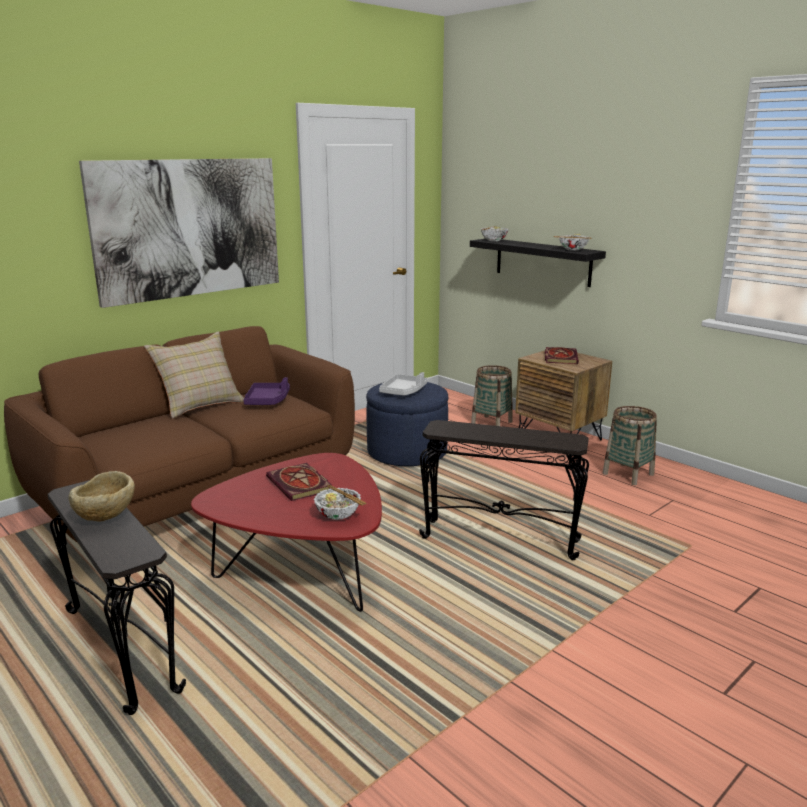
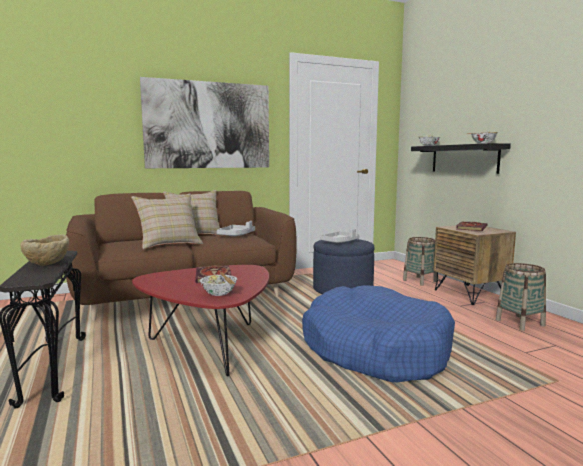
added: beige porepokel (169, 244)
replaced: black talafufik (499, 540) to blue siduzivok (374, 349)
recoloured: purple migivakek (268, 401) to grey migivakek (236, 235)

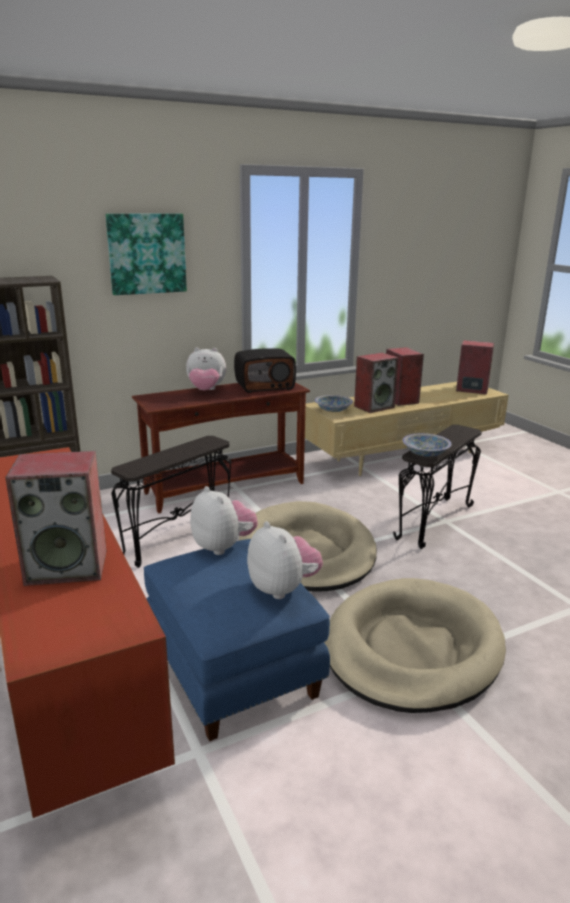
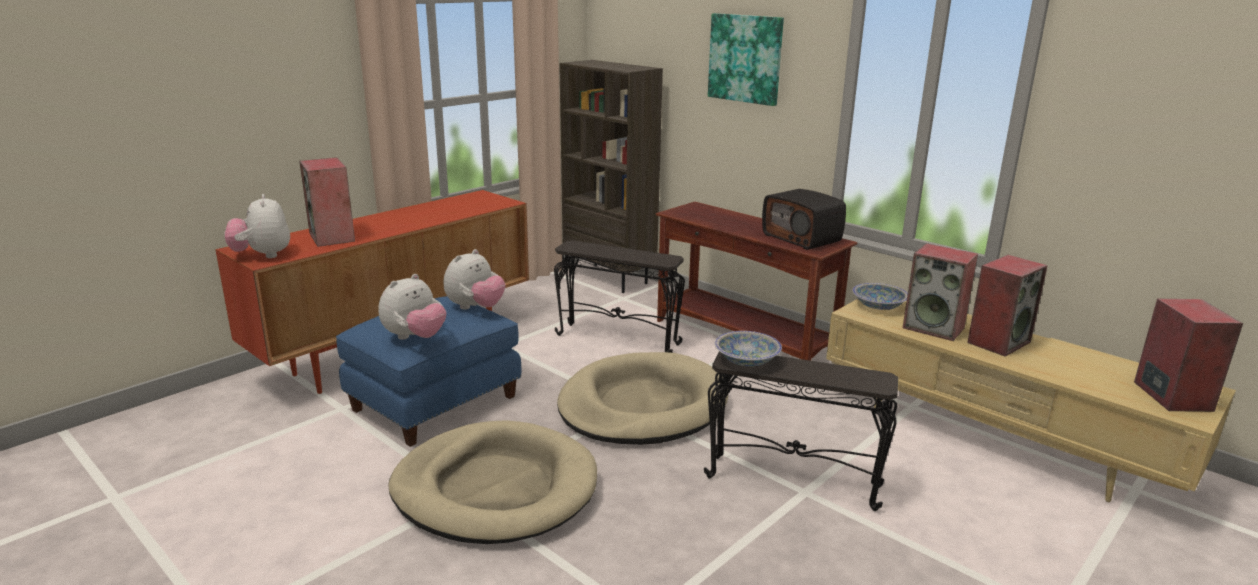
moved: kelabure (206, 390) to (262, 255)

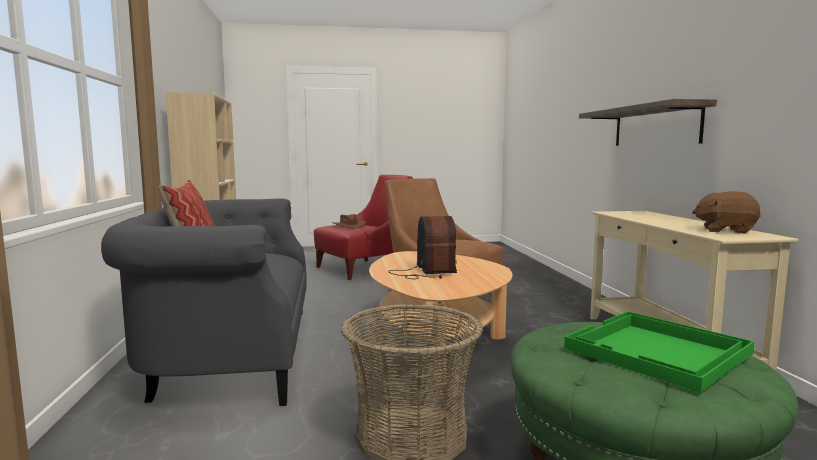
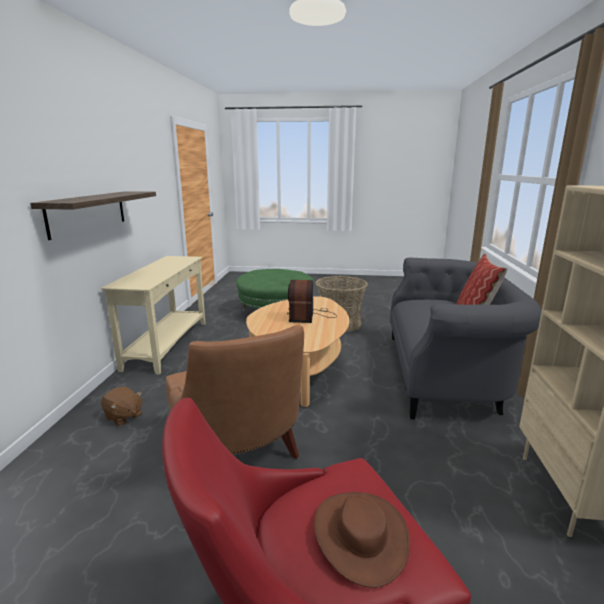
removed: green migivakek (658, 352)
moved: brown kelabure (725, 230) to (123, 417)

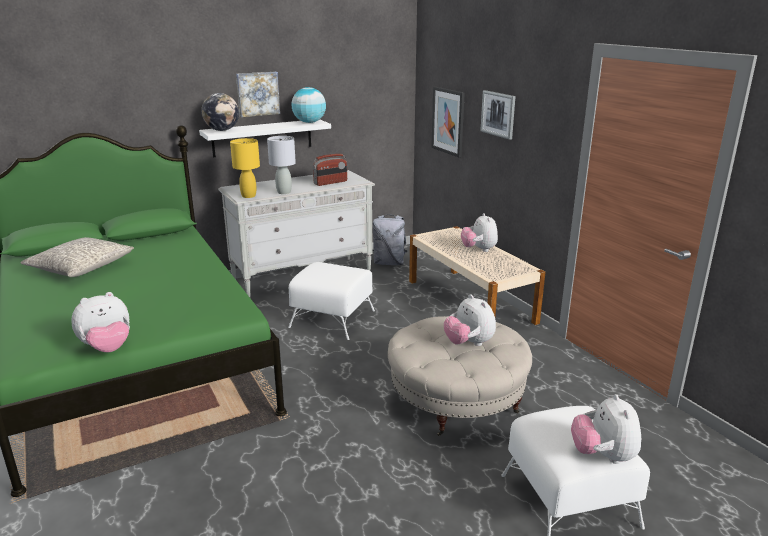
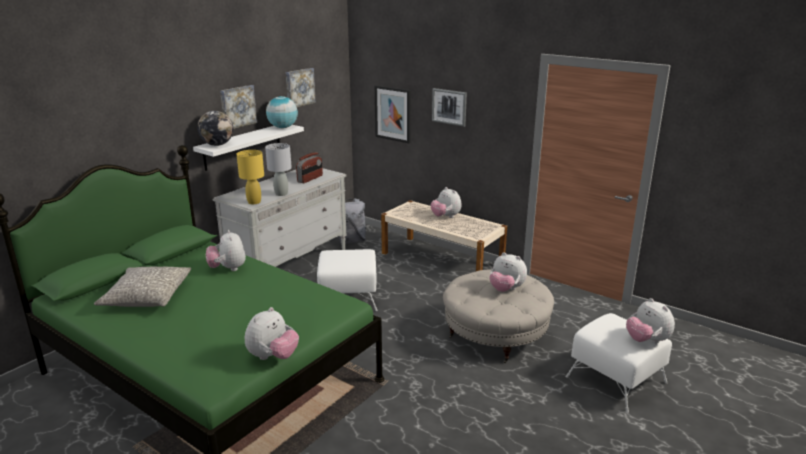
added: kelabure (228, 269); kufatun (299, 87)

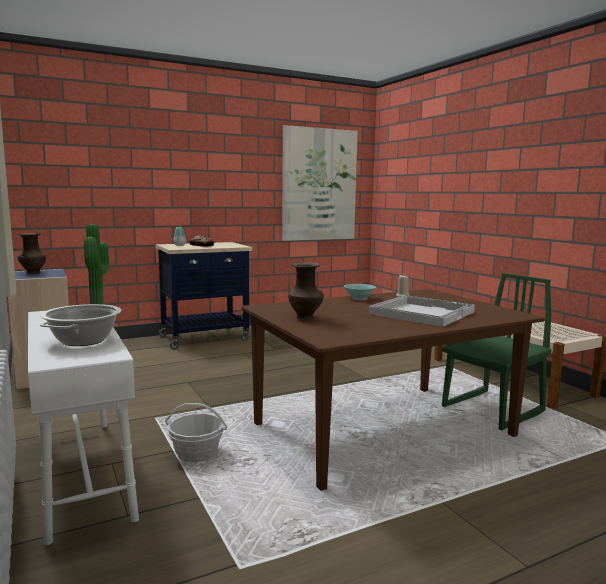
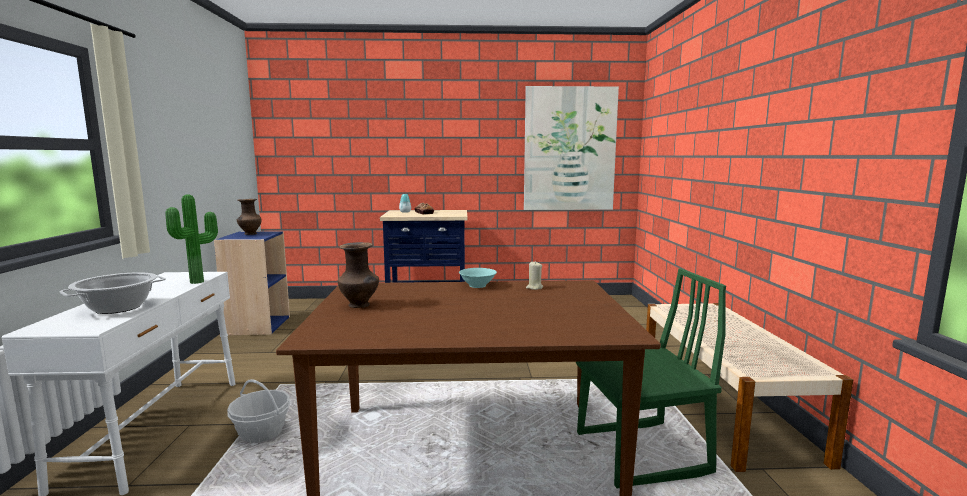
removed: white migivakek (421, 312)

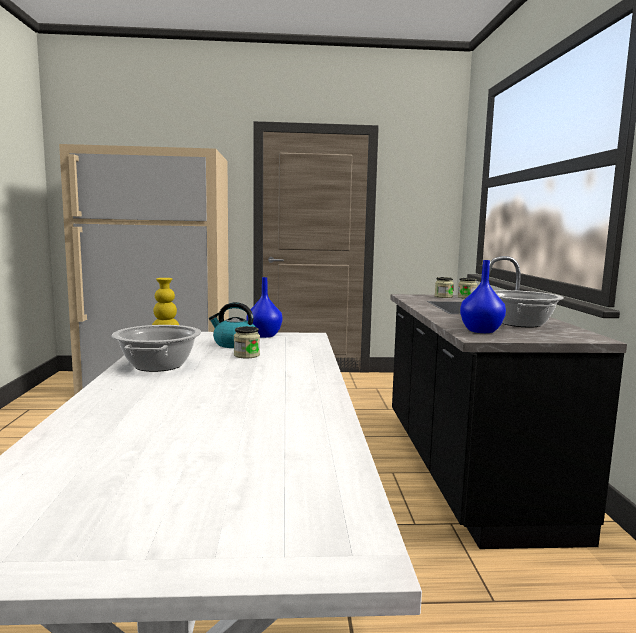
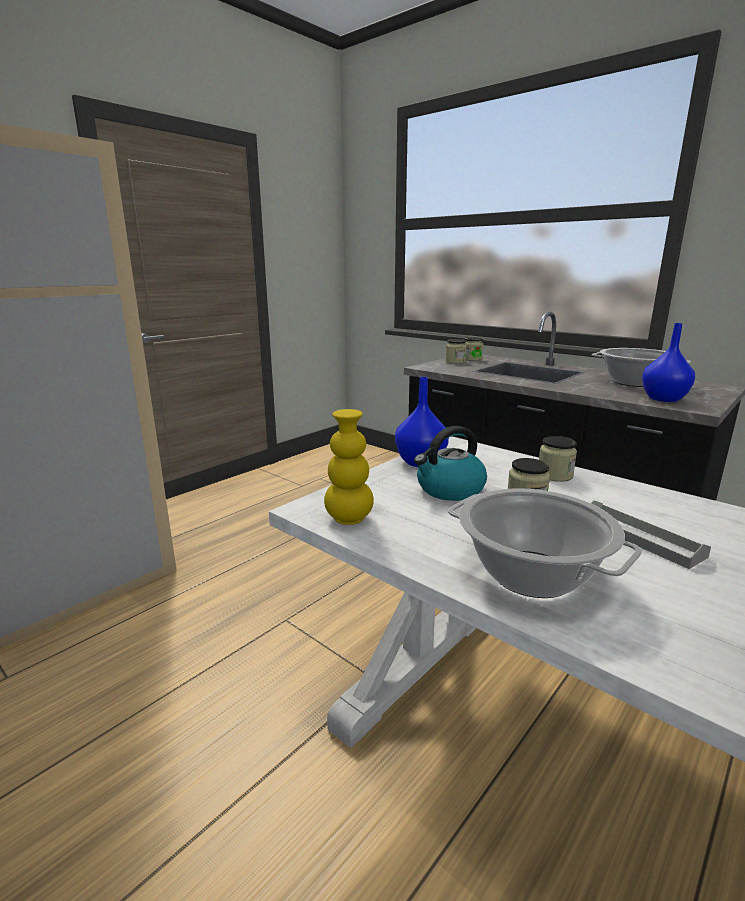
added: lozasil (555, 475); grey migivakek (640, 538)

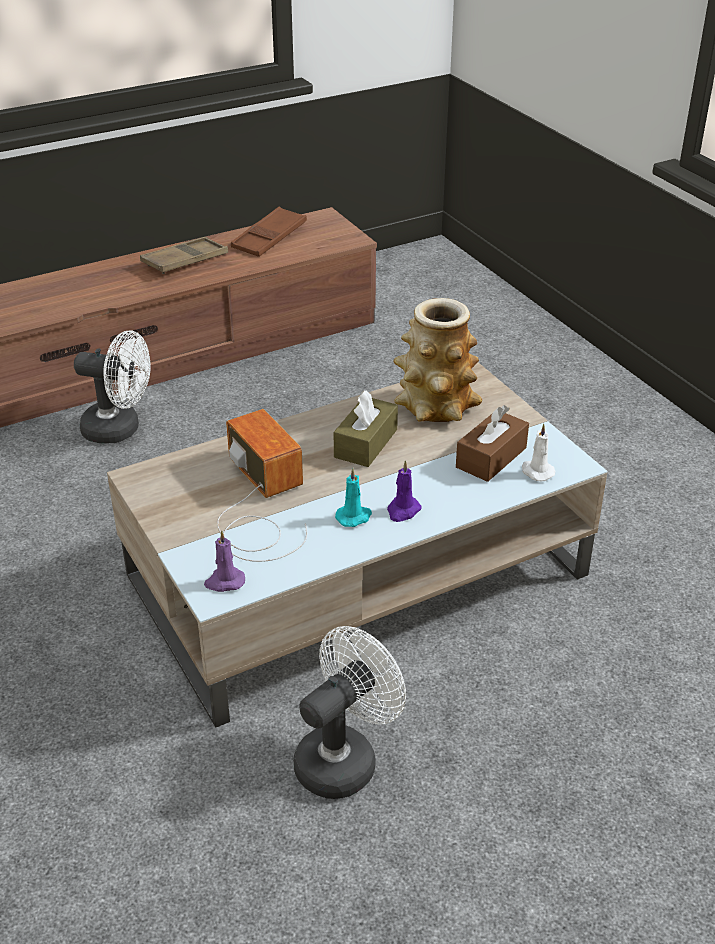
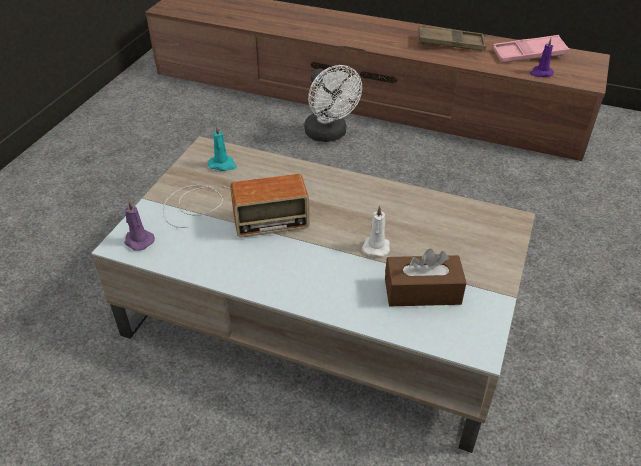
removed: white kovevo (344, 758); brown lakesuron (366, 443); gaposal (435, 406)
moved: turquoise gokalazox (354, 517) to (223, 165); white gokalazox (536, 471) to (376, 246); purple gokalazox (403, 511) to (541, 73)
recoloured: brown migivakek (269, 238) to pink migivakek (529, 54)
turned: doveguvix (259, 506) = (230, 211) 60 degrees clockwise

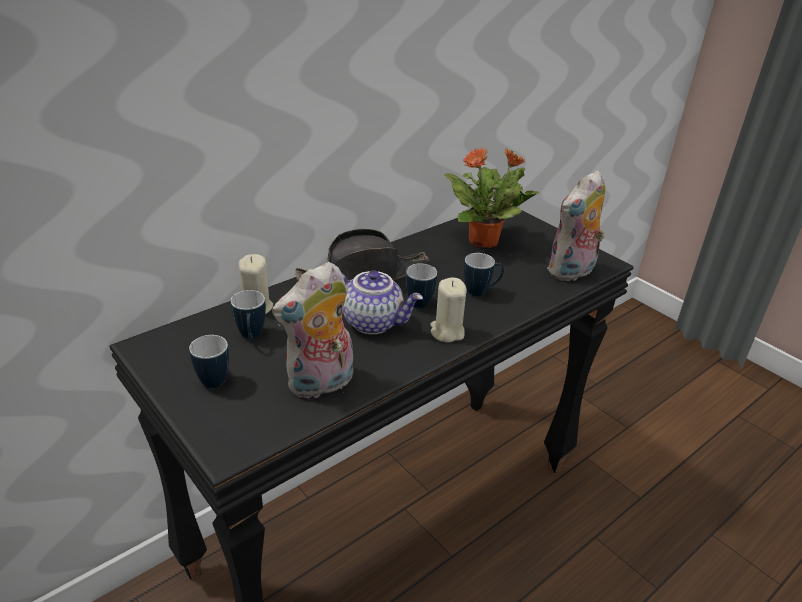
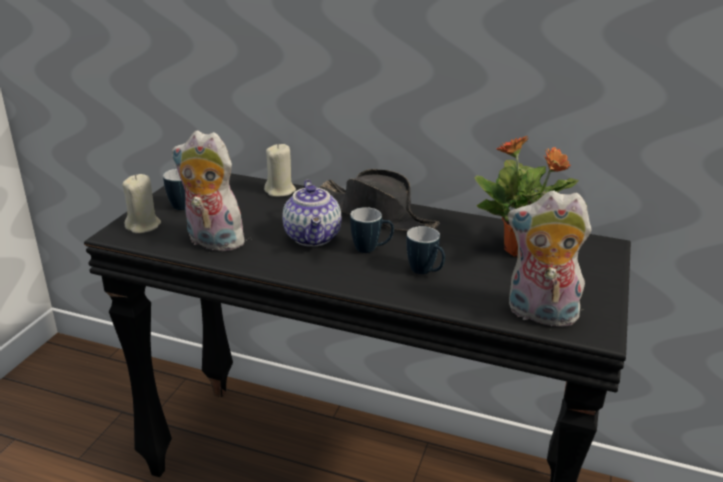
removed: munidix (251, 337)
moved: beige gokalazox (447, 332) to (143, 226)

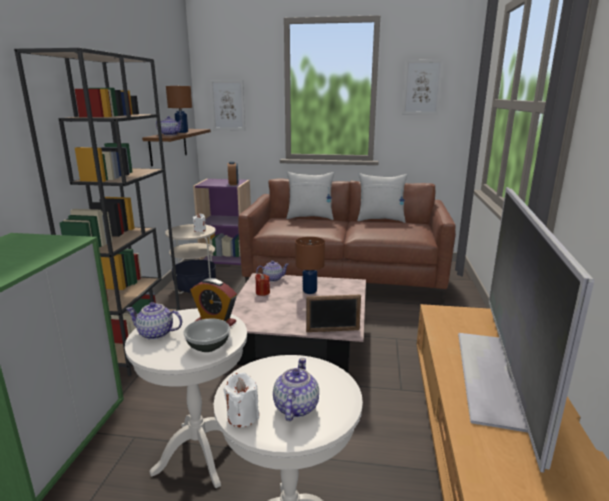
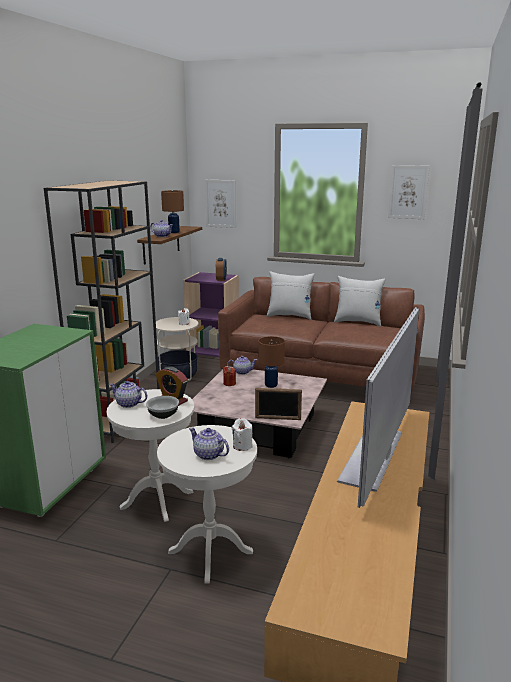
moved: white gokalazox (242, 416) to (242, 446)
turned: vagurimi (295, 407) = (209, 455) 75 degrees counterclockwise

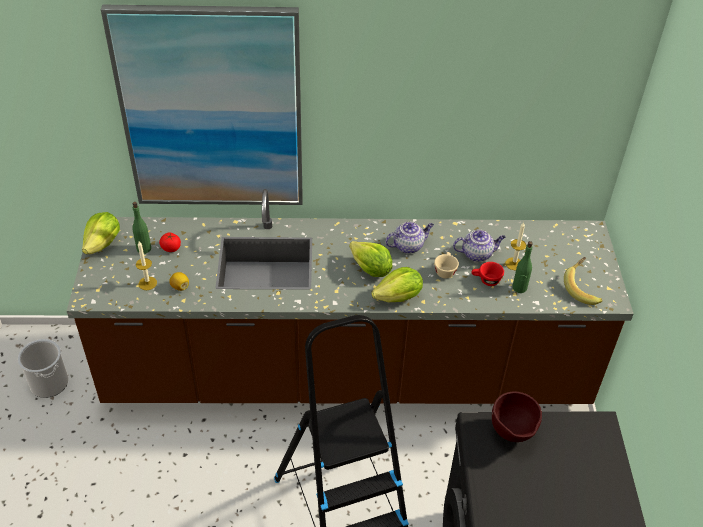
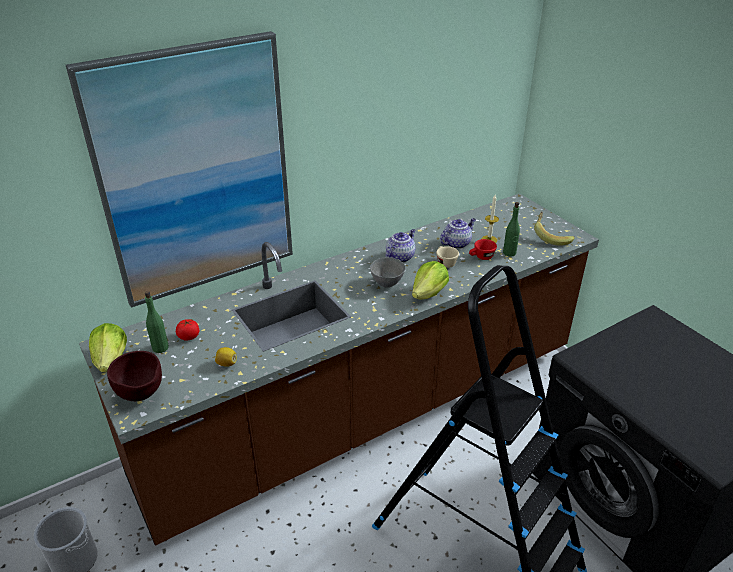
removed: gokalazox (147, 283)
moved: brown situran (512, 434) to (142, 396)
replaced: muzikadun (371, 270) to grey situran (387, 284)

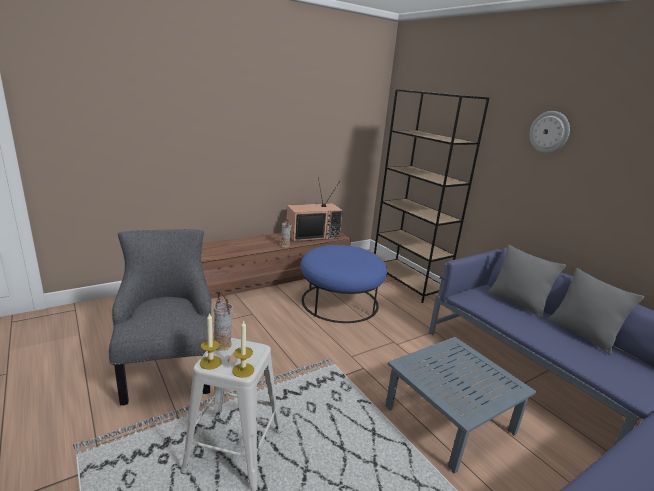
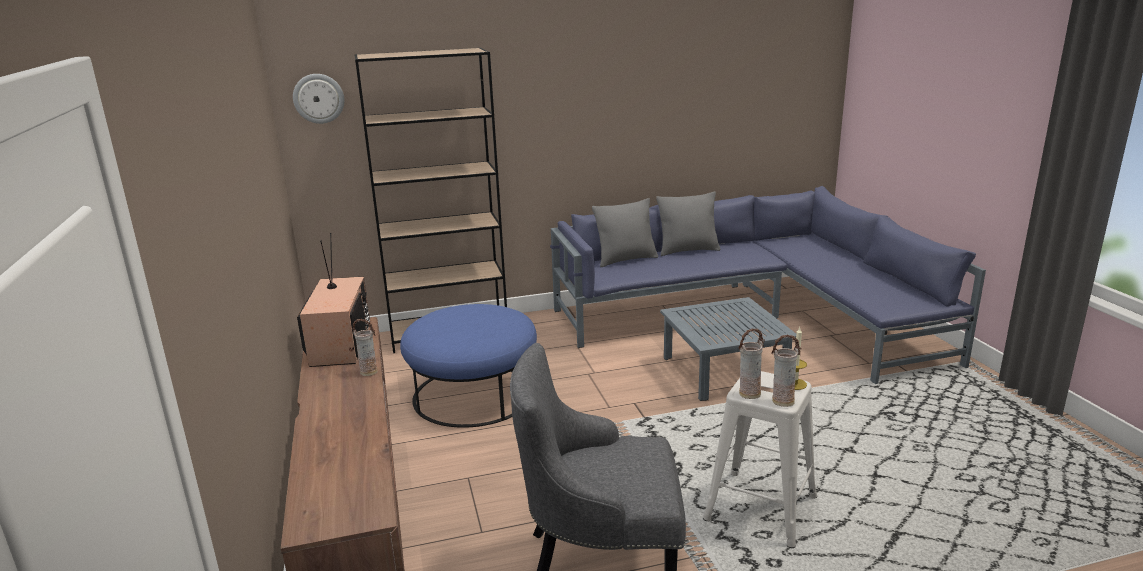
moved: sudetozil (549, 132) to (318, 98)
replaced: gokalazox (210, 362) to gaposal (782, 401)

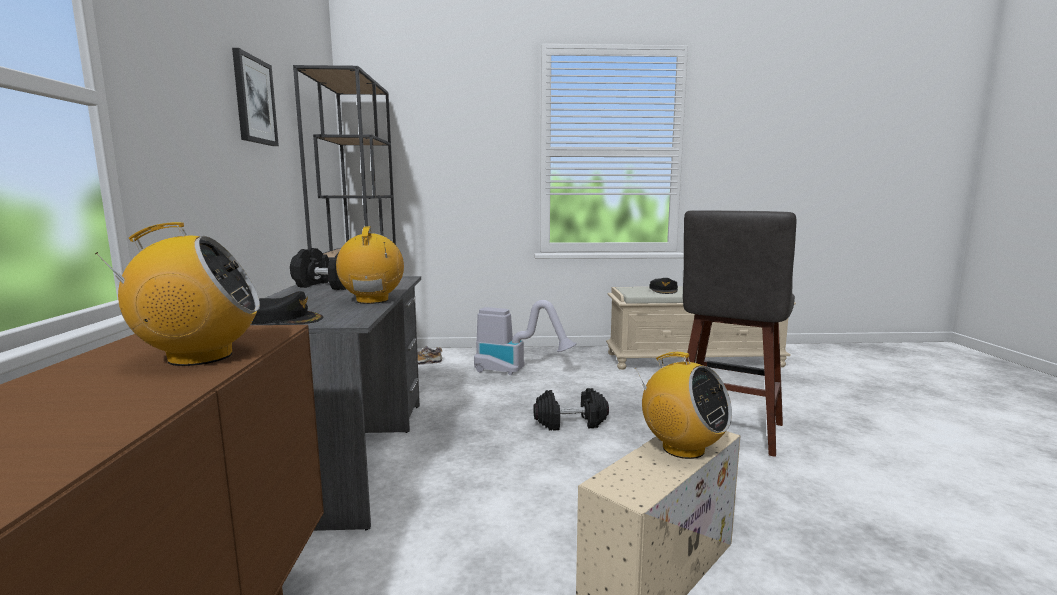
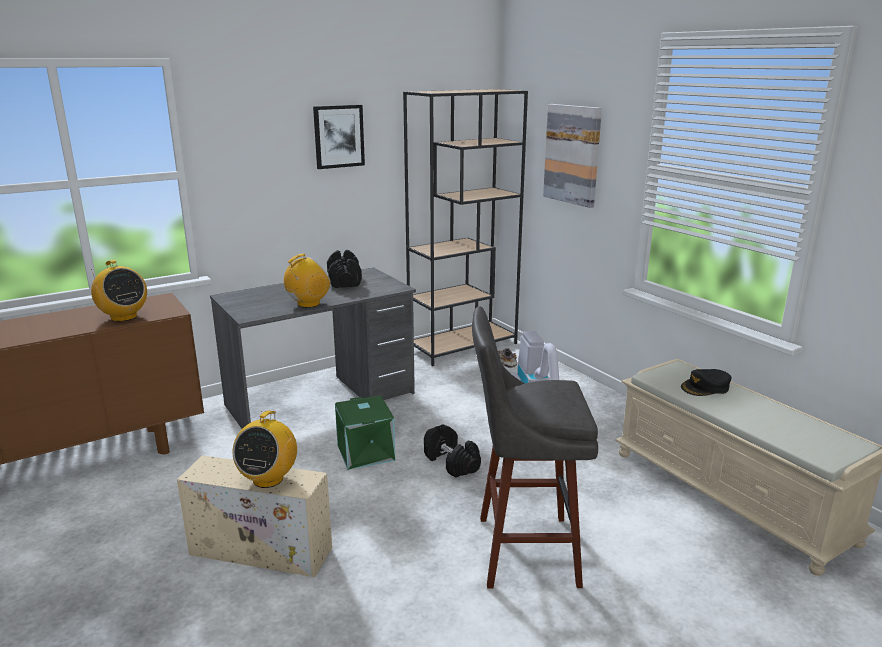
removed: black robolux (284, 319)
added: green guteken (367, 452); kufatun (572, 154)

